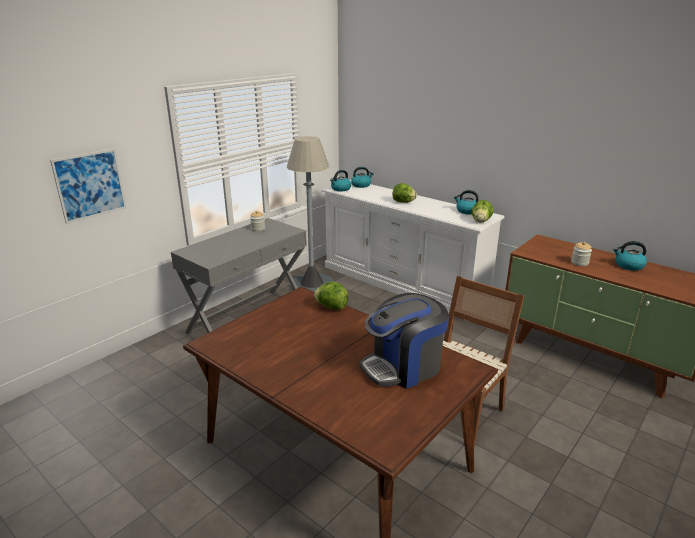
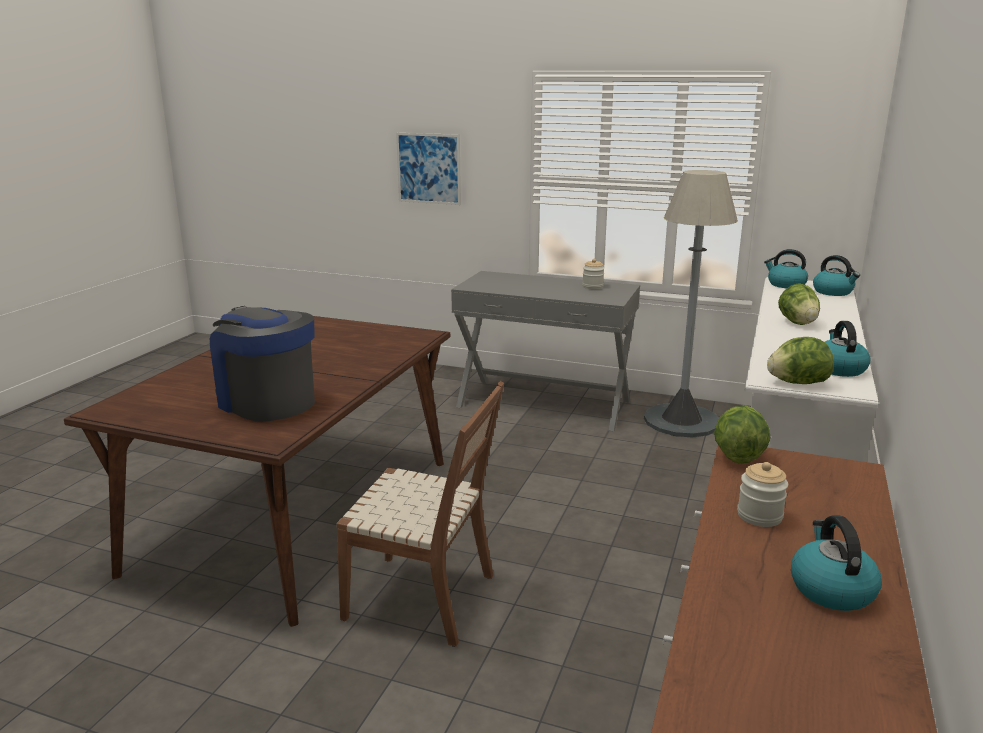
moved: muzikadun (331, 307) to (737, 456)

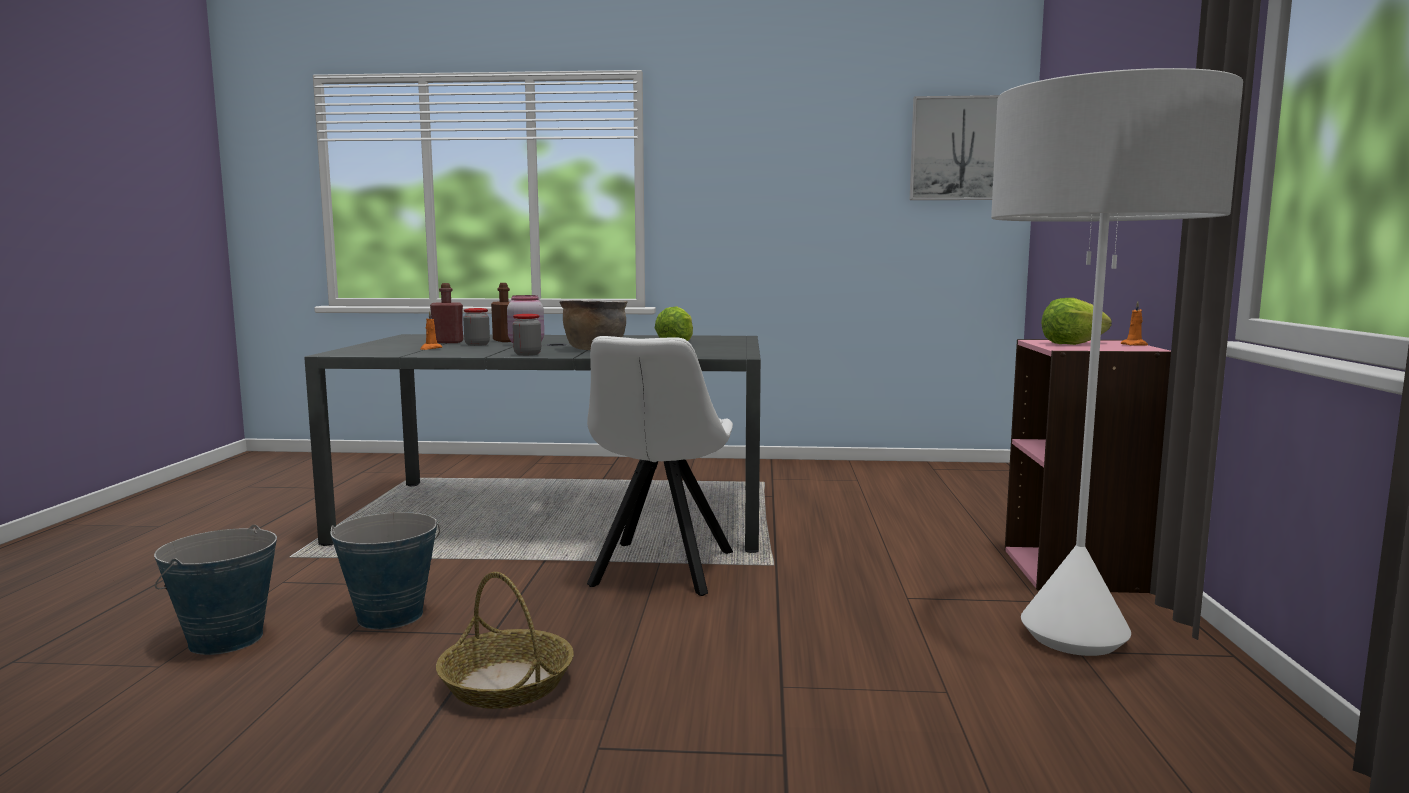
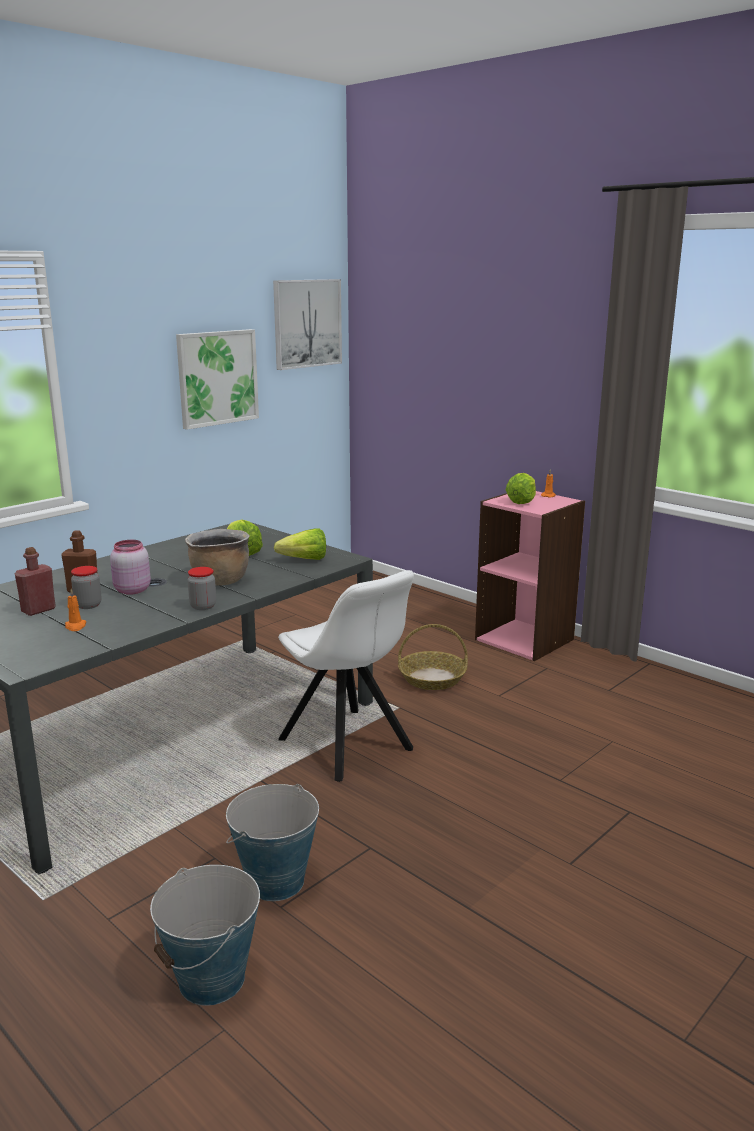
removed: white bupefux (1073, 638)
added: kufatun (217, 378); muzikadun (300, 560)
moved: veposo (507, 684) to (432, 678)

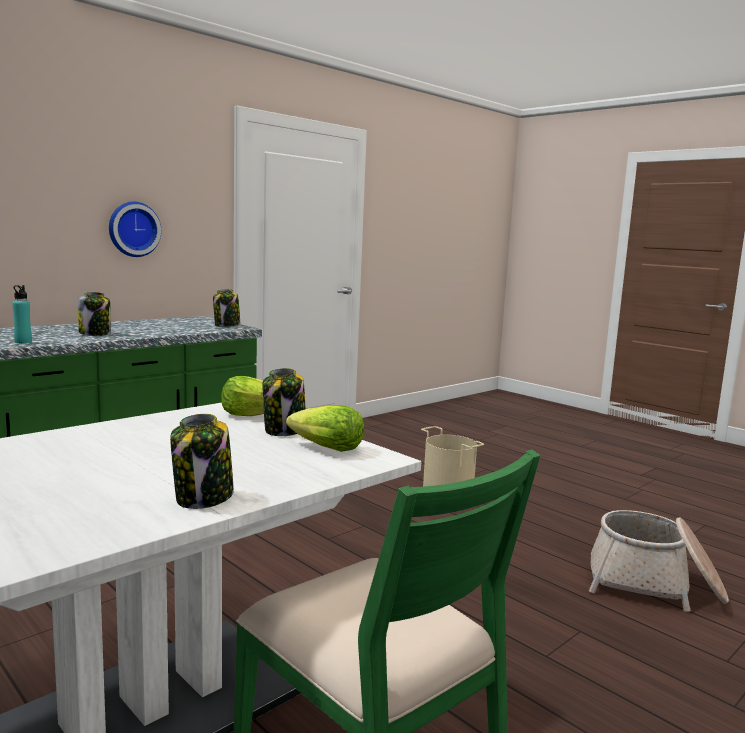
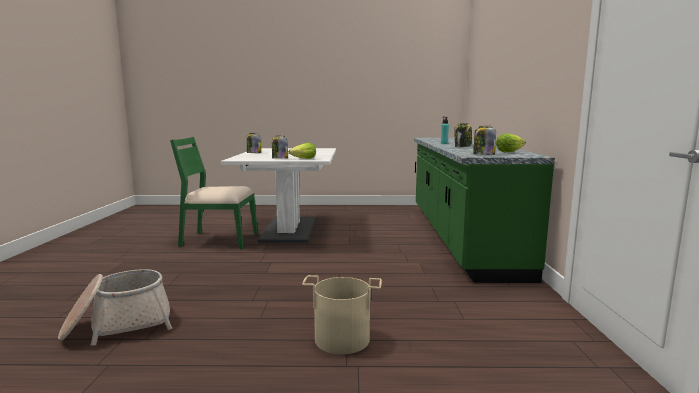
removed: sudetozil (133, 229)
moved: muzikadun (326, 448) to (509, 152)

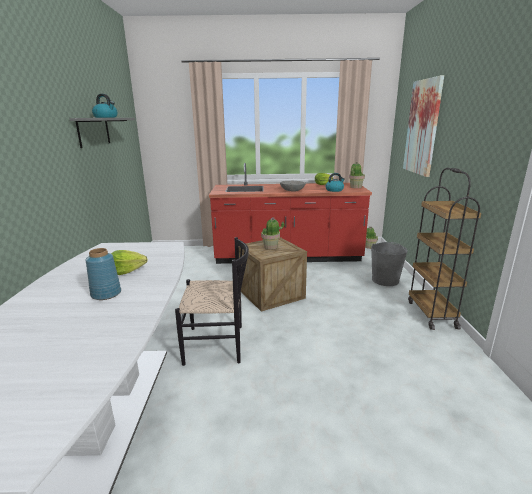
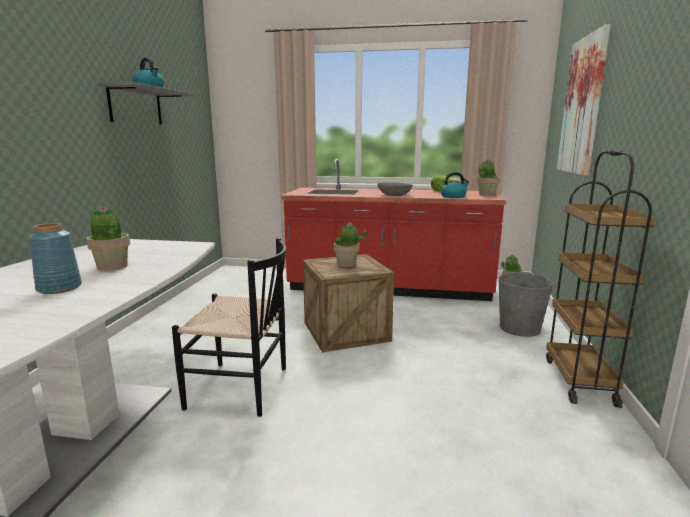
replaced: muzikadun (127, 271) to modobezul (112, 267)

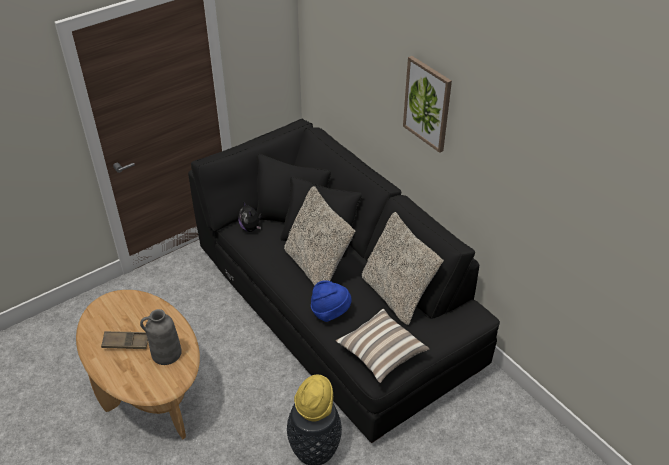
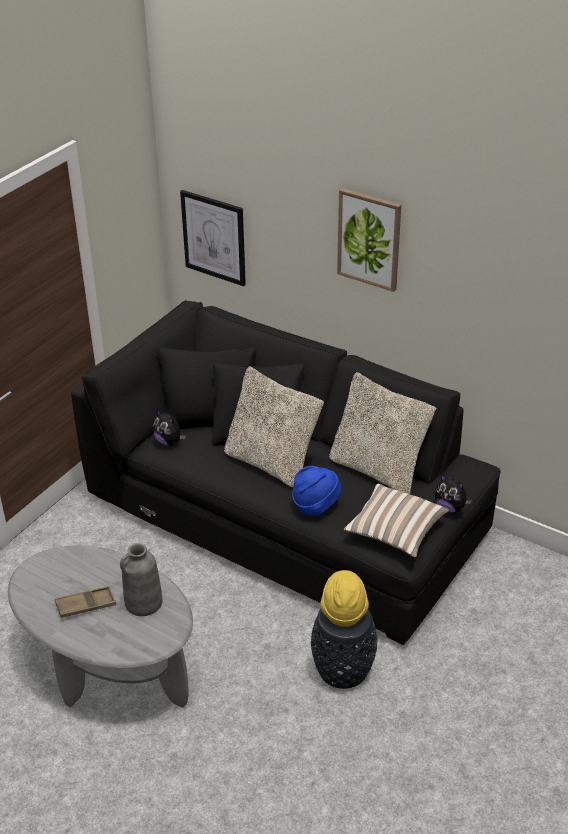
added: kufatun (214, 237); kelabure (450, 507)
recoloured: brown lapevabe (149, 388) to grey lapevabe (109, 665)

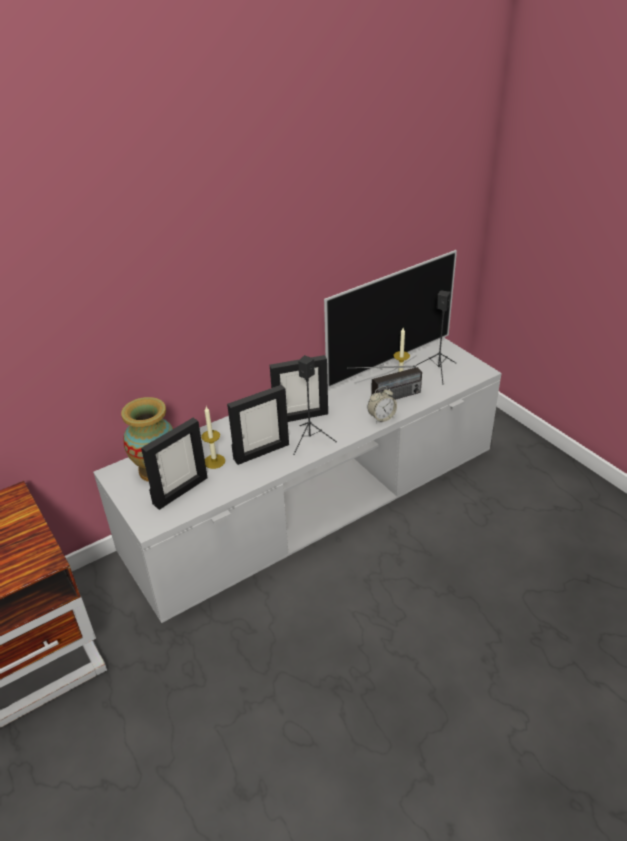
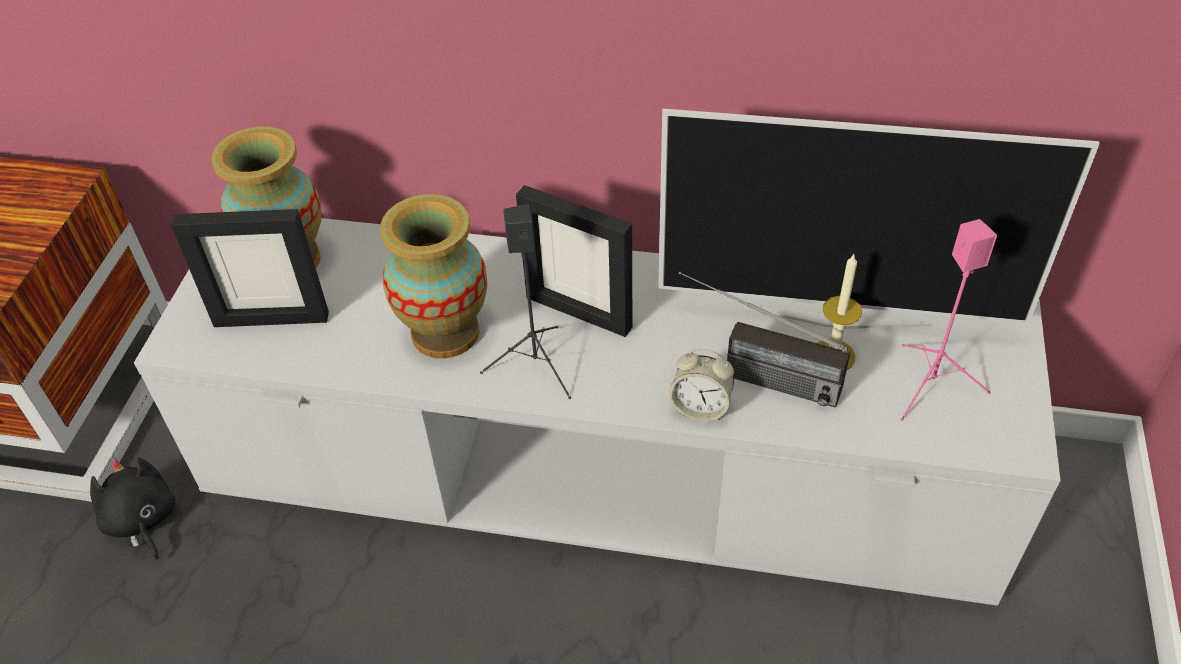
removed: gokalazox (214, 461)
added: black kelabure (142, 521)
replaced: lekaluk (261, 452) to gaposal (446, 332)
recoloured: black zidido (438, 370) to pink zidido (932, 385)

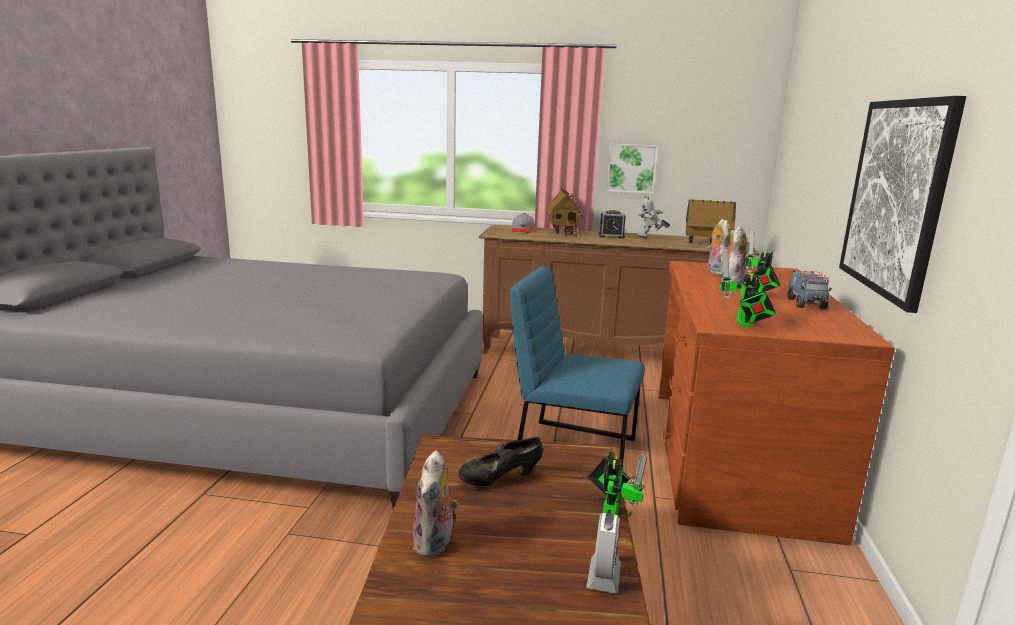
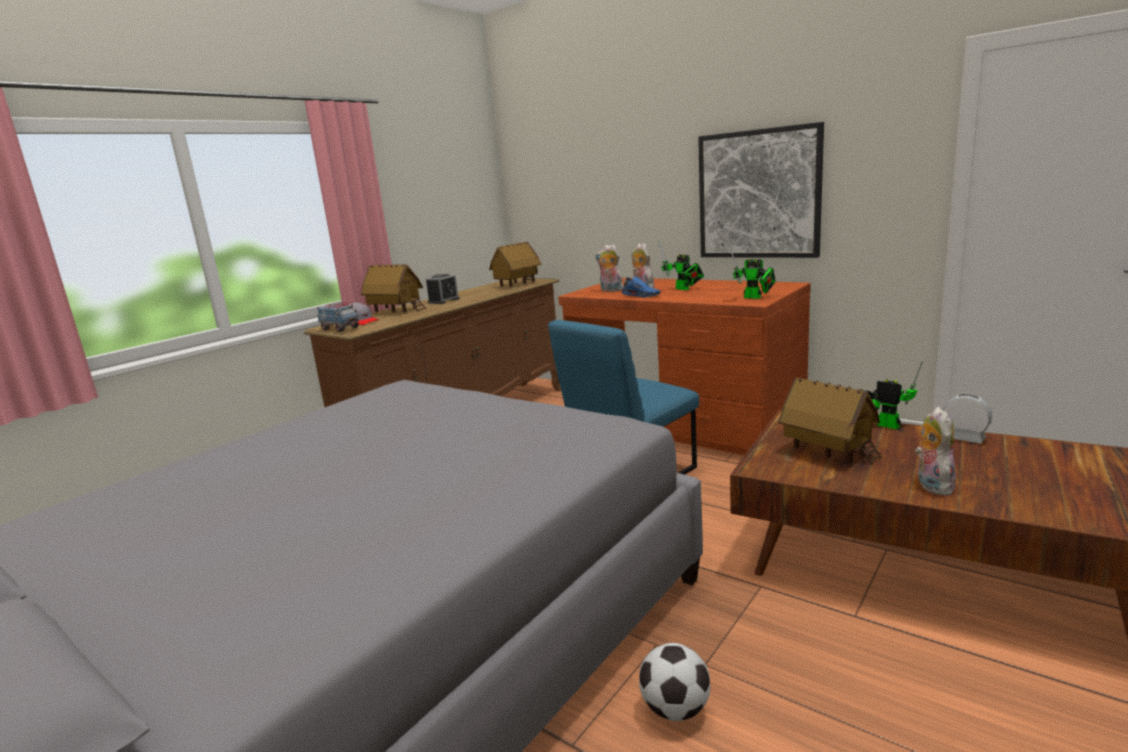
removed: kufatun (631, 168); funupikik (650, 238)
added: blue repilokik (641, 295); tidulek (675, 709)
moved: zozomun (806, 304) to (340, 329)
replaced: black repilokik (500, 479) to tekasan (828, 452)
turned: kelabure (435, 544) = (931, 485) 120 degrees counterclockwise

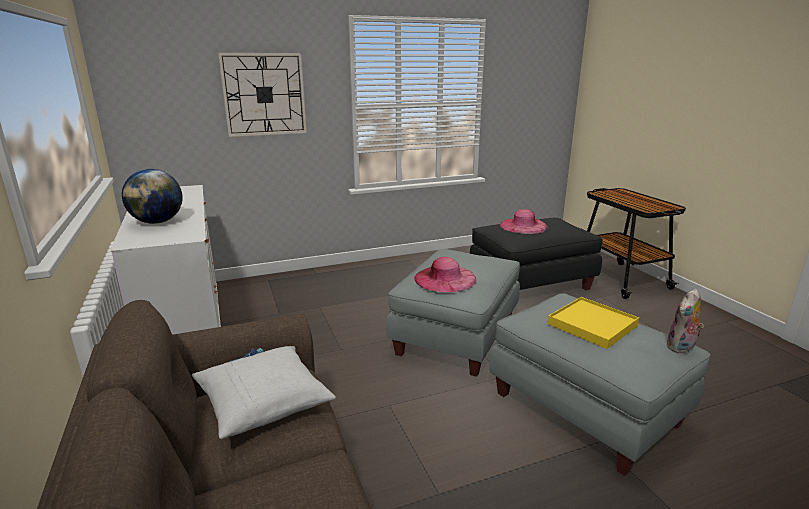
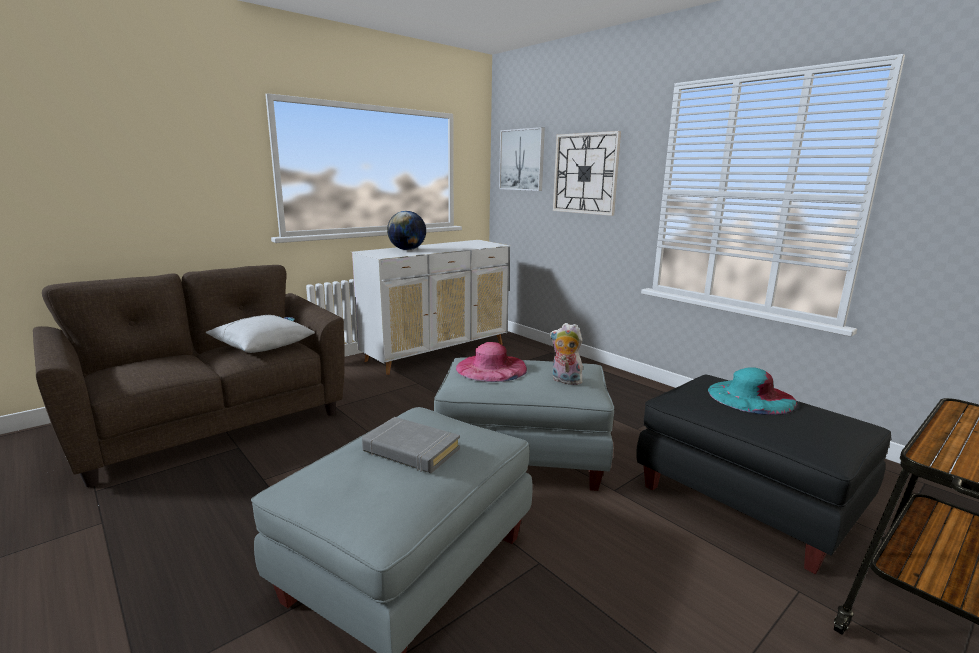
added: kufatun (522, 160)
moved: kelabure (681, 348) to (565, 381)
replaced: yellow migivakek (592, 325) to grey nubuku (411, 450)
recoloured: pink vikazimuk (524, 226) to turquoise vikazimuk (751, 396)

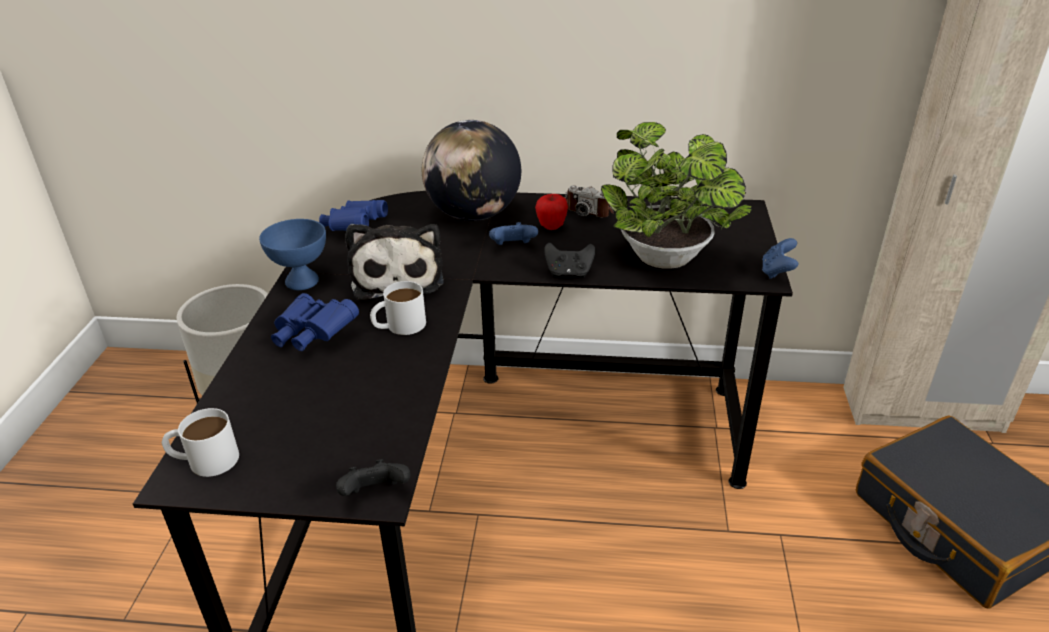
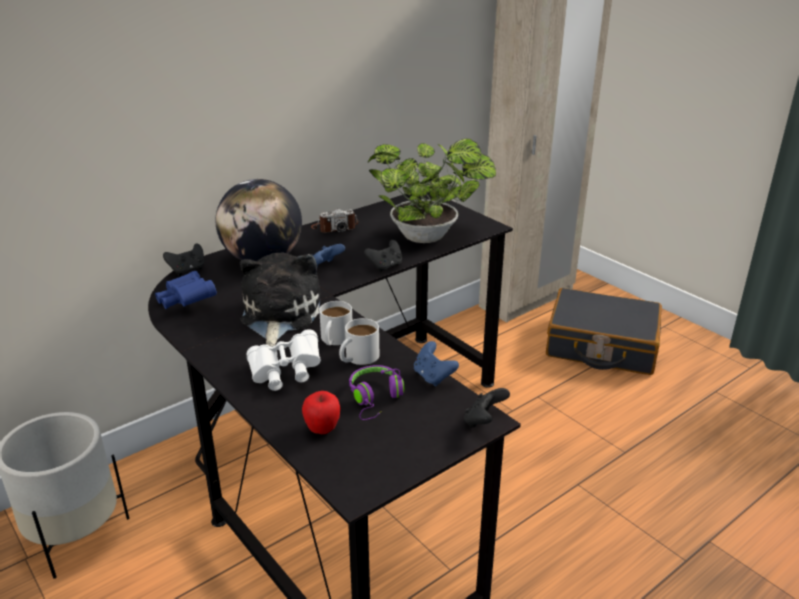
removed: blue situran (301, 282)
added: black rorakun (187, 270); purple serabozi (375, 398)
moved: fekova (551, 227) to (322, 429); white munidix (204, 460) to (357, 358); blue rorakun (777, 272) to (433, 377)
recoloured: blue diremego (312, 335) to white diremego (285, 373)
turned: kelabure (397, 276) = (279, 315) 120 degrees counterclockwise

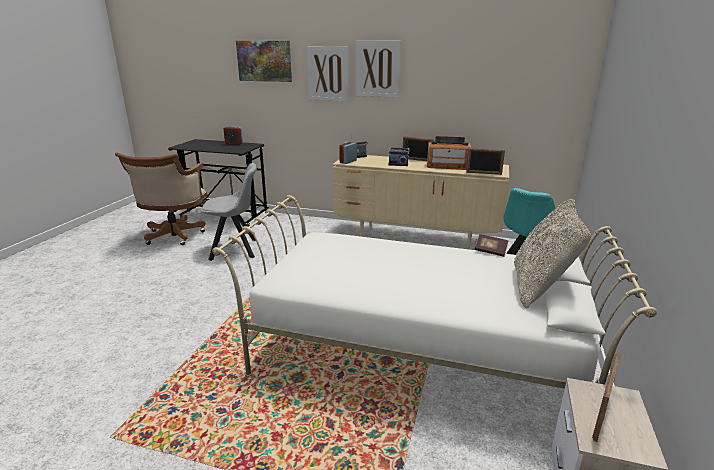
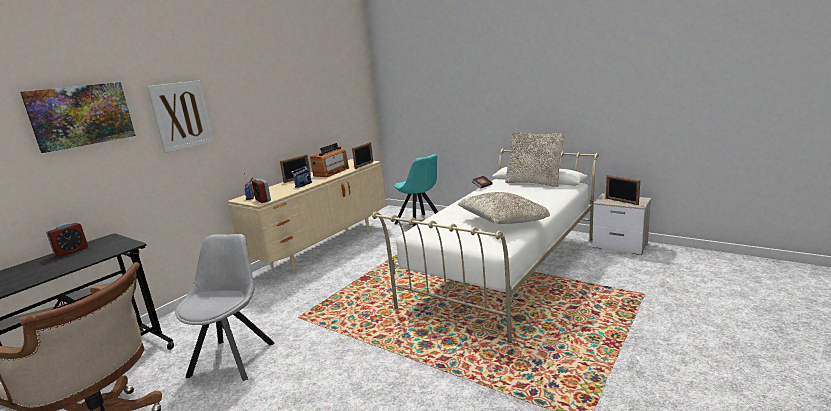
removed: kufatun (377, 68)
added: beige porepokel (503, 220)

